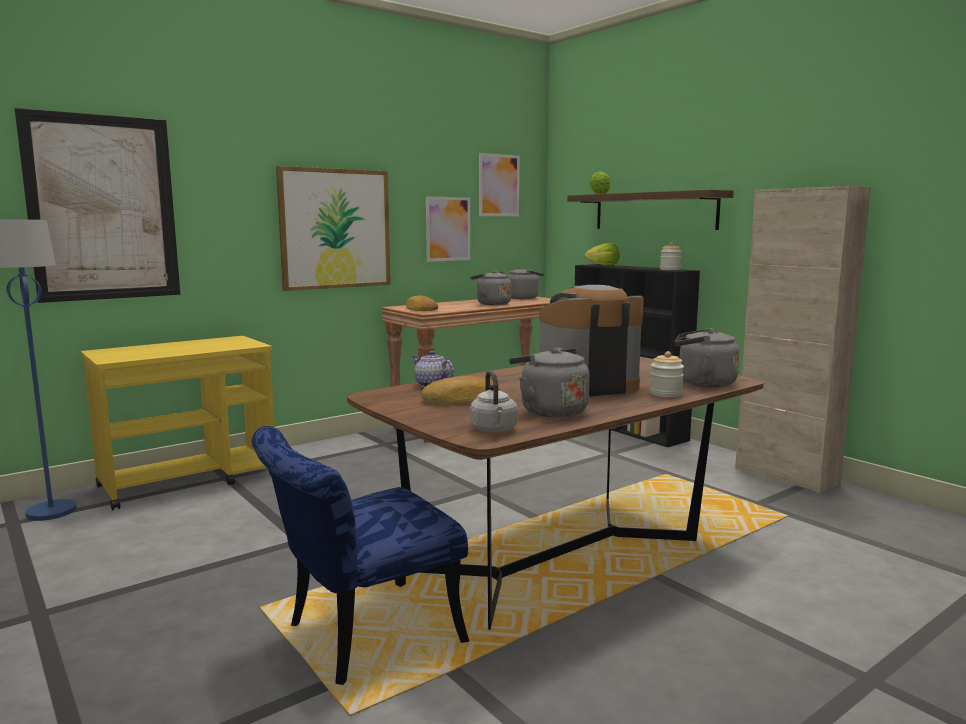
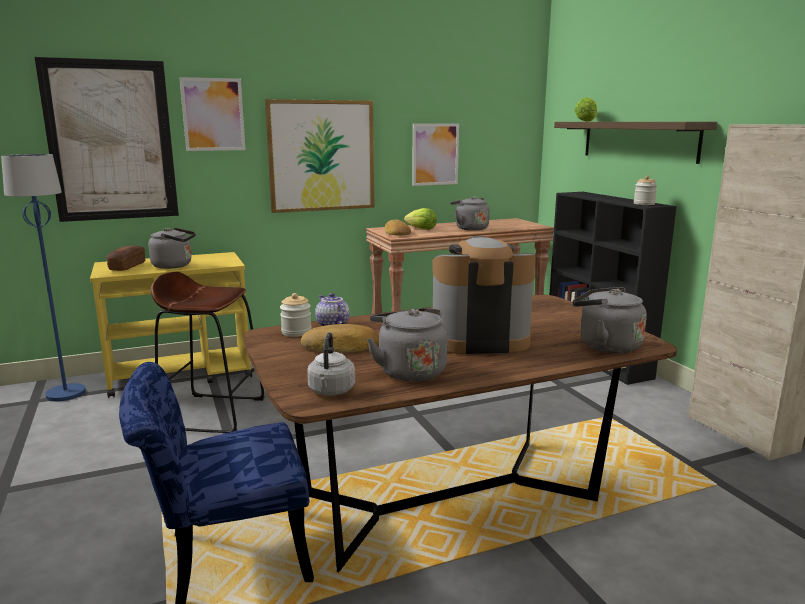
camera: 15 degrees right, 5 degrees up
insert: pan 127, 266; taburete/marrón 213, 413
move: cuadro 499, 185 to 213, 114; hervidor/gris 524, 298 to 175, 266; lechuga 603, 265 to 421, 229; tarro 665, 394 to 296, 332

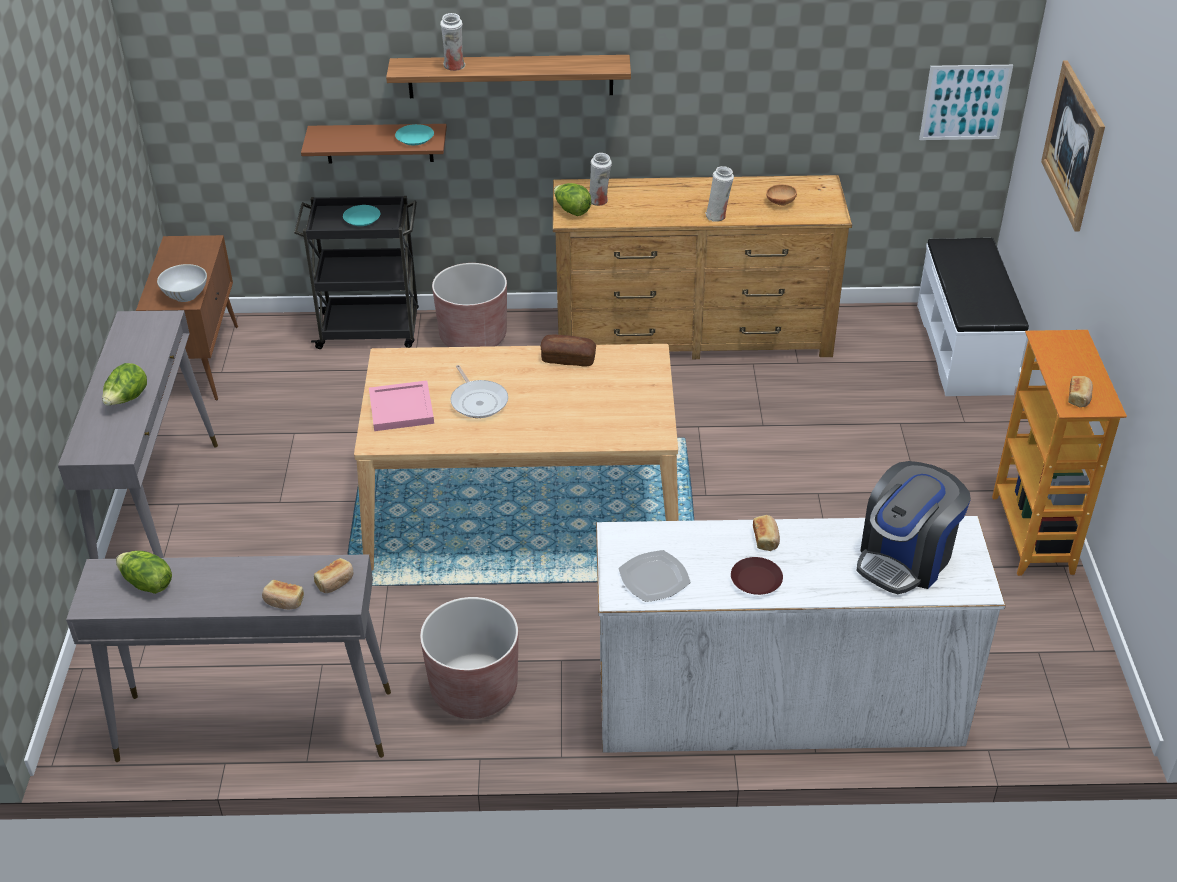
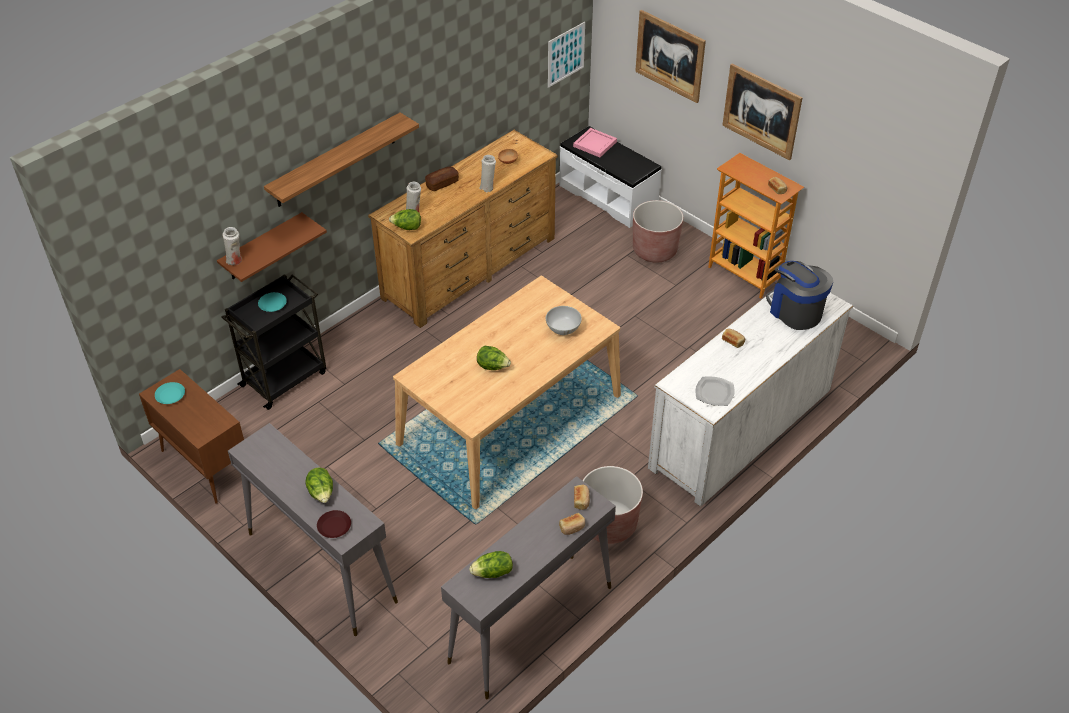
camera: 45 degrees left, 5 degrees up
insert: cuadro 761, 111
move: cuenco/blanco 186, 295 to 563, 329; bandeja/rosa 400, 409 to 595, 144; plato/turquesa 415, 138 to 170, 395; maceta/marrón 473, 337 to 654, 250; florero/blanco 454, 67 to 235, 261; pan 568, 359 to 442, 183; plato/marrón 755, 580 to 334, 526
replace: sartén 478, 401 to lechuga 493, 367
rotate: cafetera 905, 558 = 795, 311 150 degrees clockwise

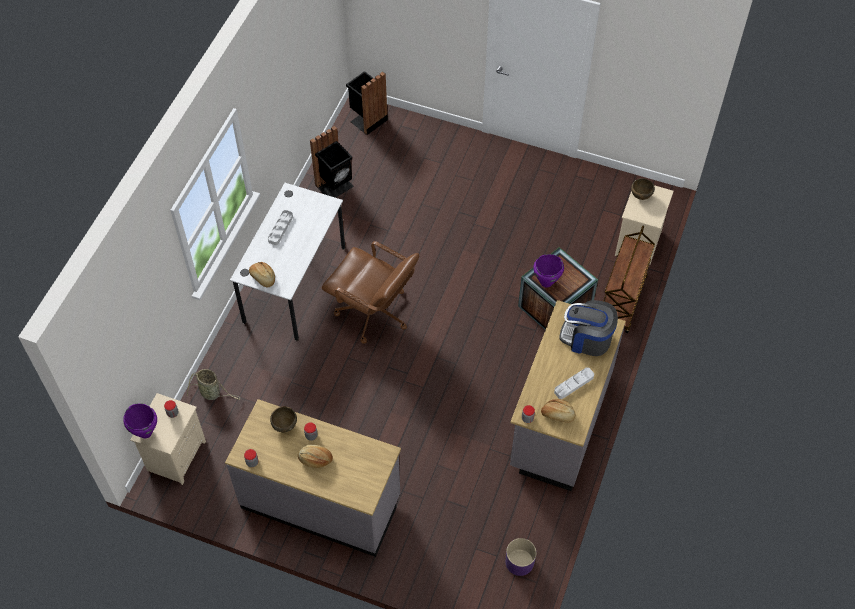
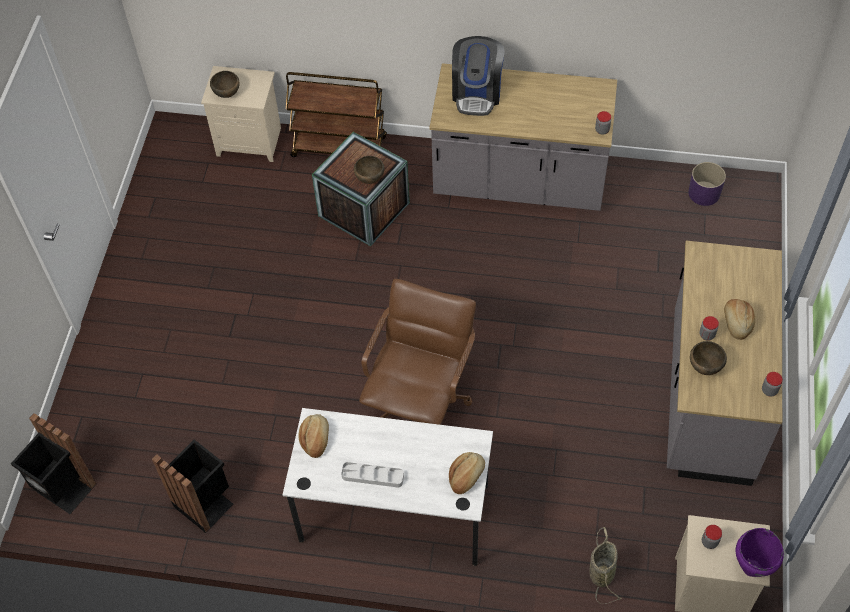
camera: 100 degrees left, 0 degrees up
delete: bandeja/gris 573, 384
move: pan 557, 415 to 315, 439
replace: olla/morado 546, 282 to cuenco/marrón 369, 179

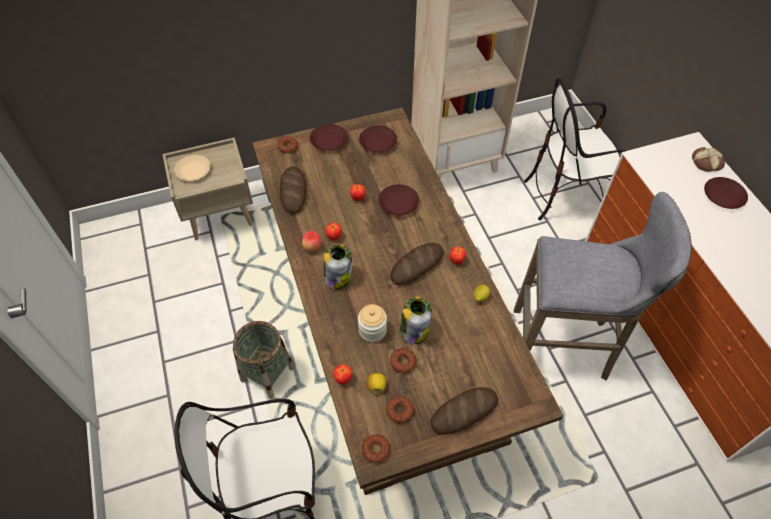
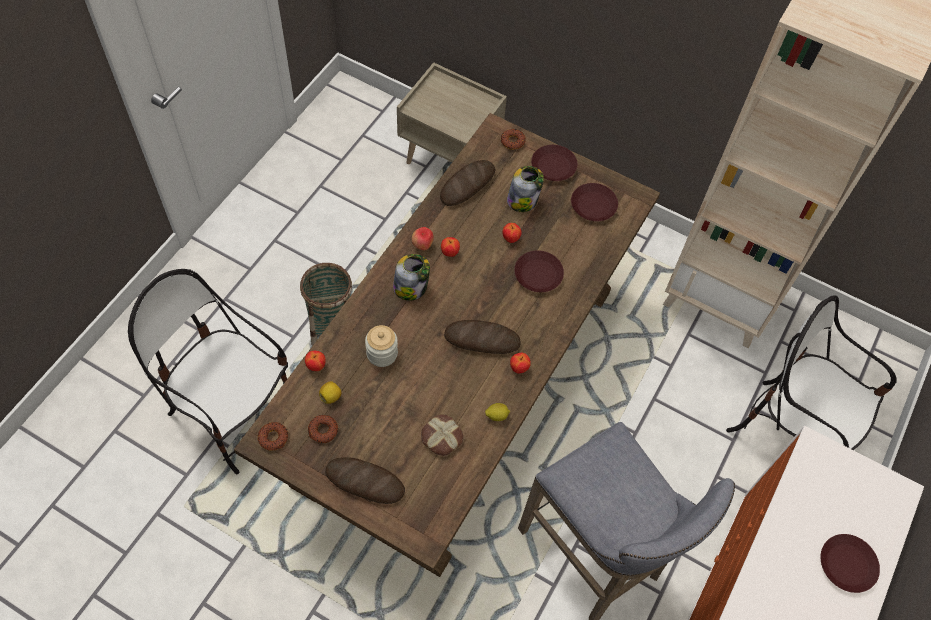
camera: 45 degrees right, 5 degrees up
delete: plato/beis 193, 170; rosquilla 403, 362
move: tarro 414, 330 to 522, 200; pan 706, 163 to 441, 437

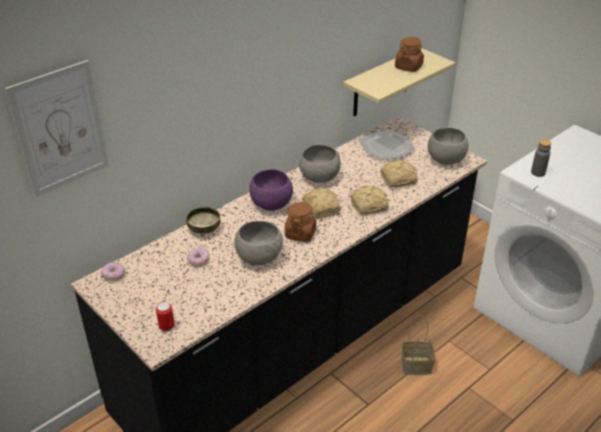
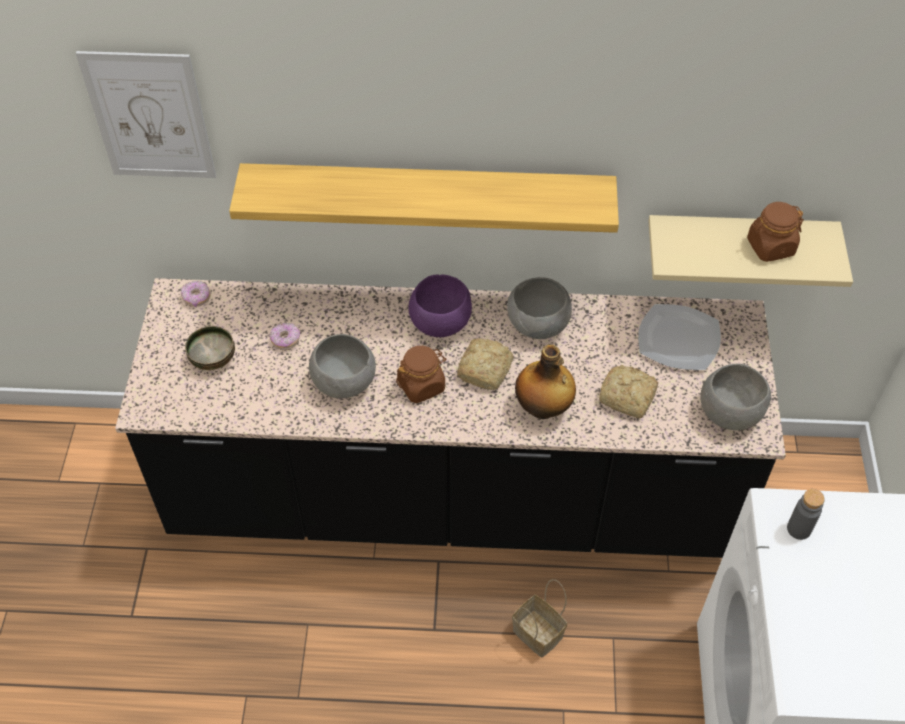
camera: 45 degrees right, 15 degrees up
delete: lata 166, 327
insert: estante 427, 196
move: cuenco 204, 229 to 213, 358
replace: pan 370, 206 to botella 543, 408

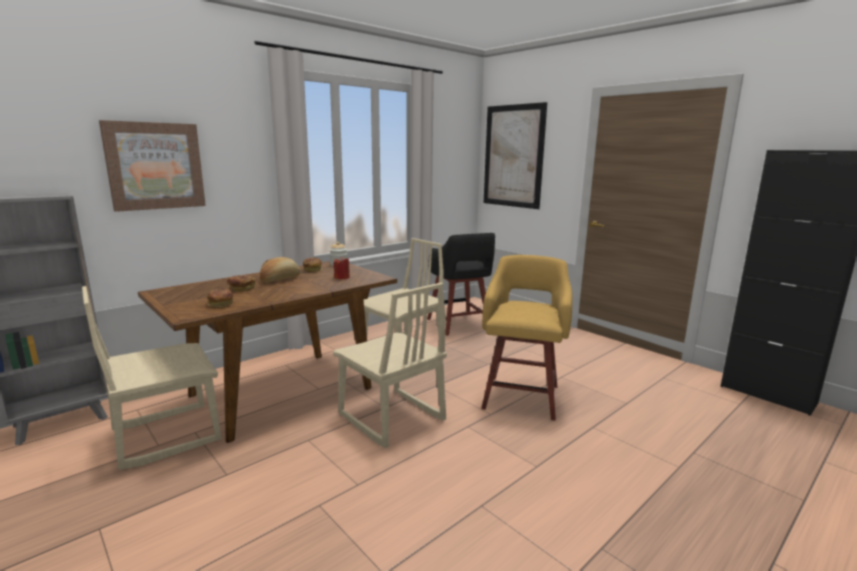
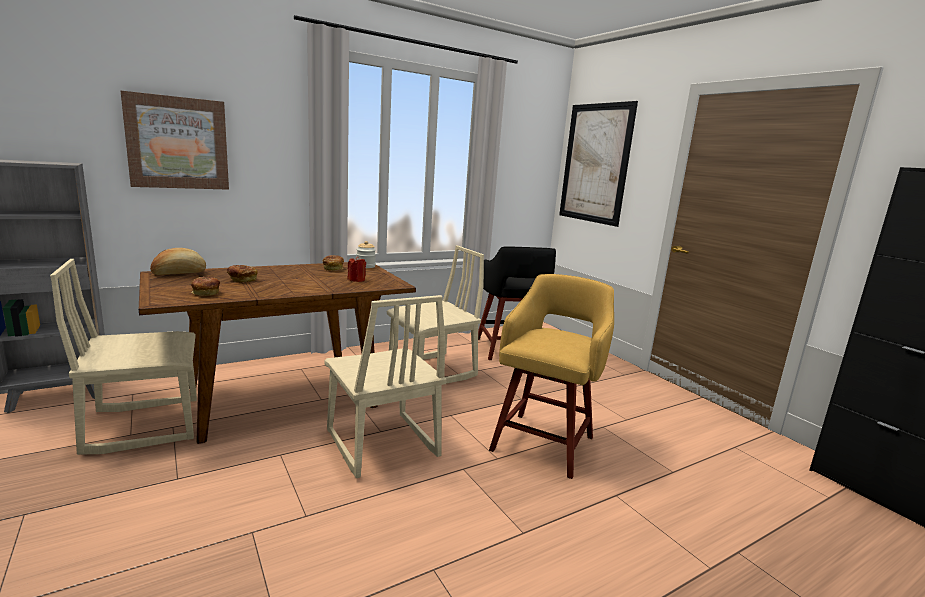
camera: 10 degrees right, 0 degrees up
move: pan 280, 279 to 179, 273

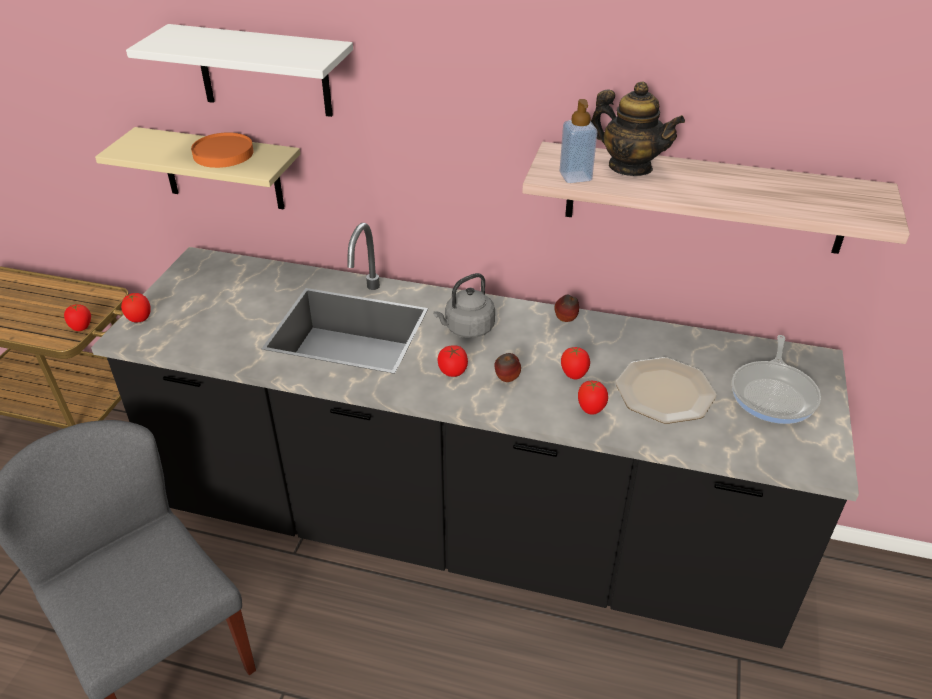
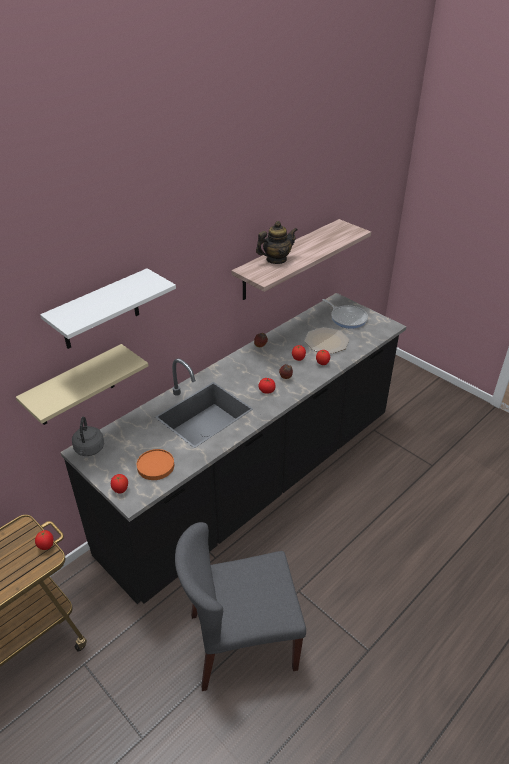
camera: 60 degrees left, 0 degrees up
delete: dispensador de jabón 575, 176
move: plato/naranja 223, 154 to 155, 466; hervidor/gris 467, 329 to 89, 450

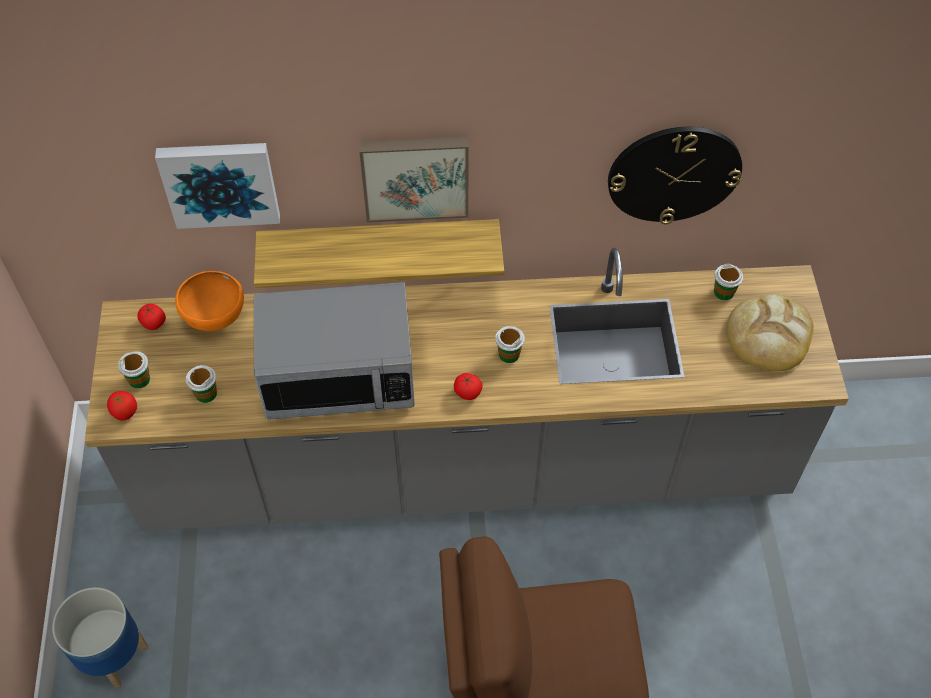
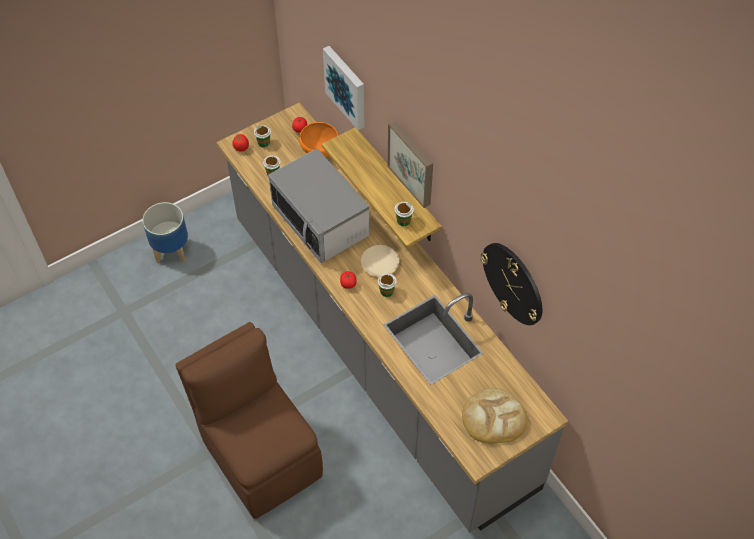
camera: 60 degrees right, 0 degrees up
insert: plato/beis 380, 264
move: taza 724, 292 to 403, 220

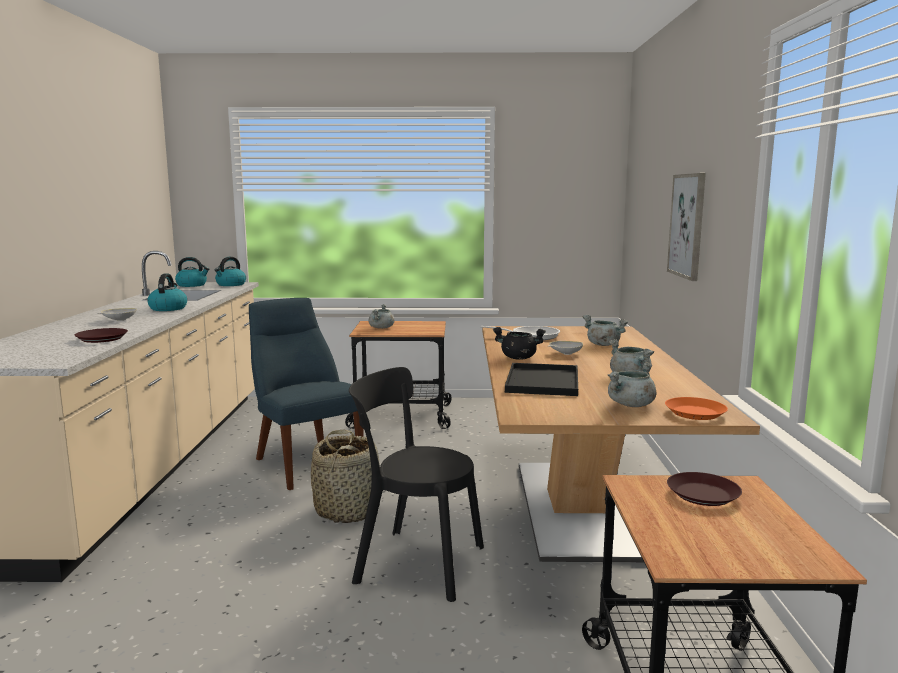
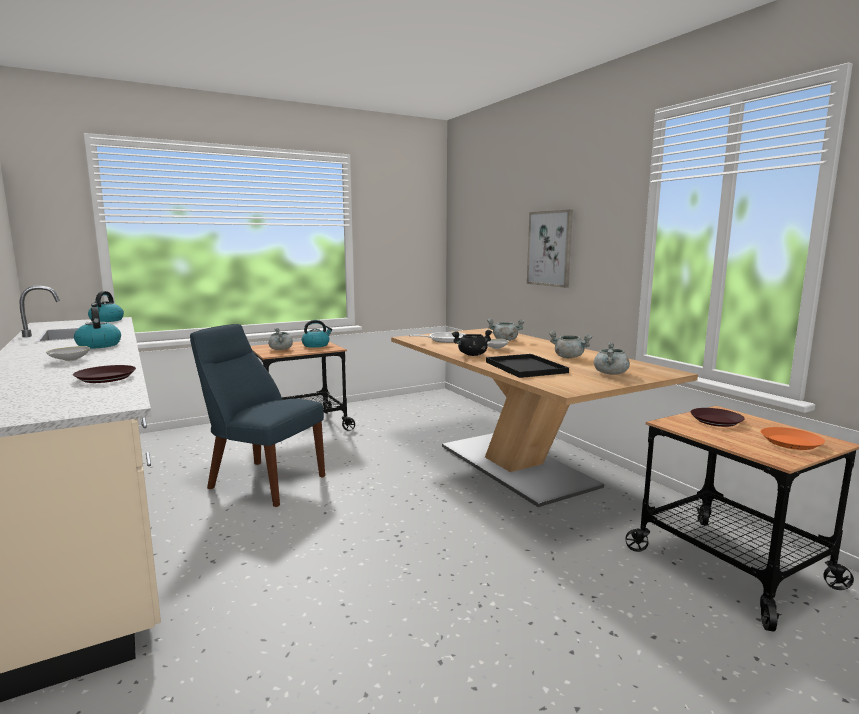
camera: 30 degrees left, 0 degrees up
delete: cesta 347, 510; silla/negro 414, 562
move: hervidor 192, 285 to 316, 345; plato/naranja 695, 413 to 790, 442

